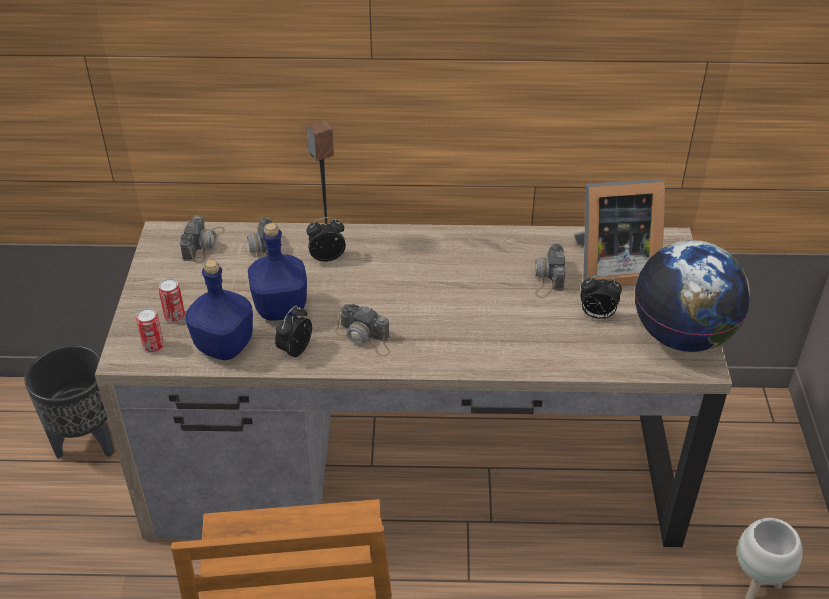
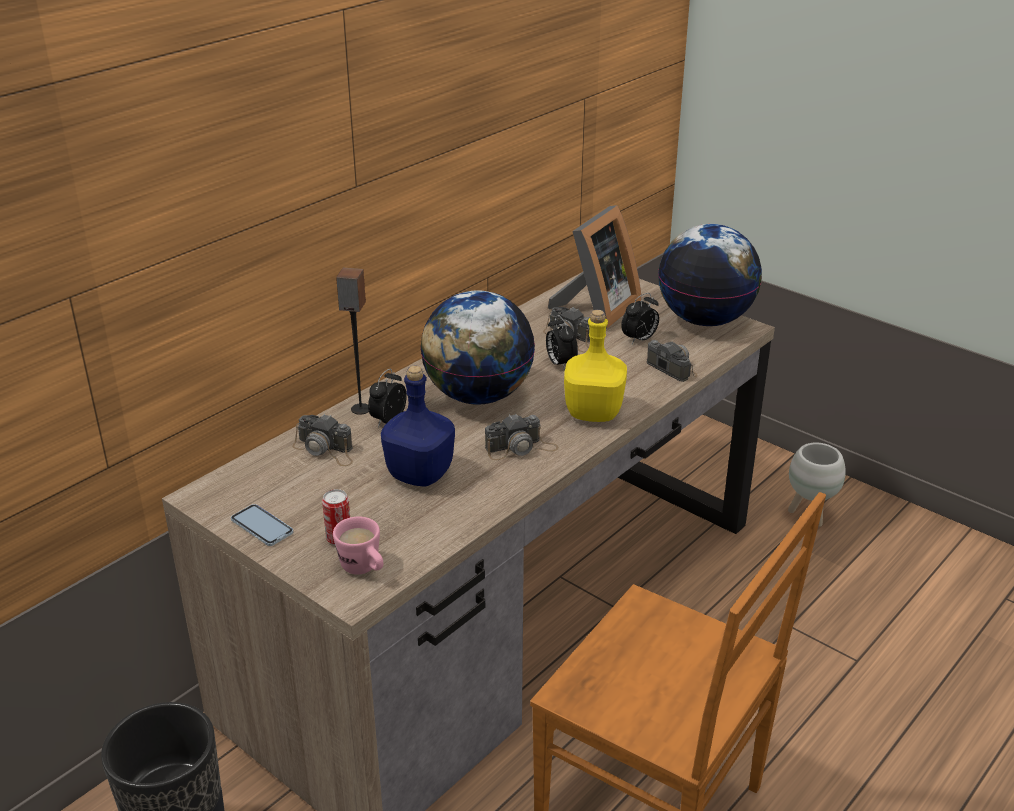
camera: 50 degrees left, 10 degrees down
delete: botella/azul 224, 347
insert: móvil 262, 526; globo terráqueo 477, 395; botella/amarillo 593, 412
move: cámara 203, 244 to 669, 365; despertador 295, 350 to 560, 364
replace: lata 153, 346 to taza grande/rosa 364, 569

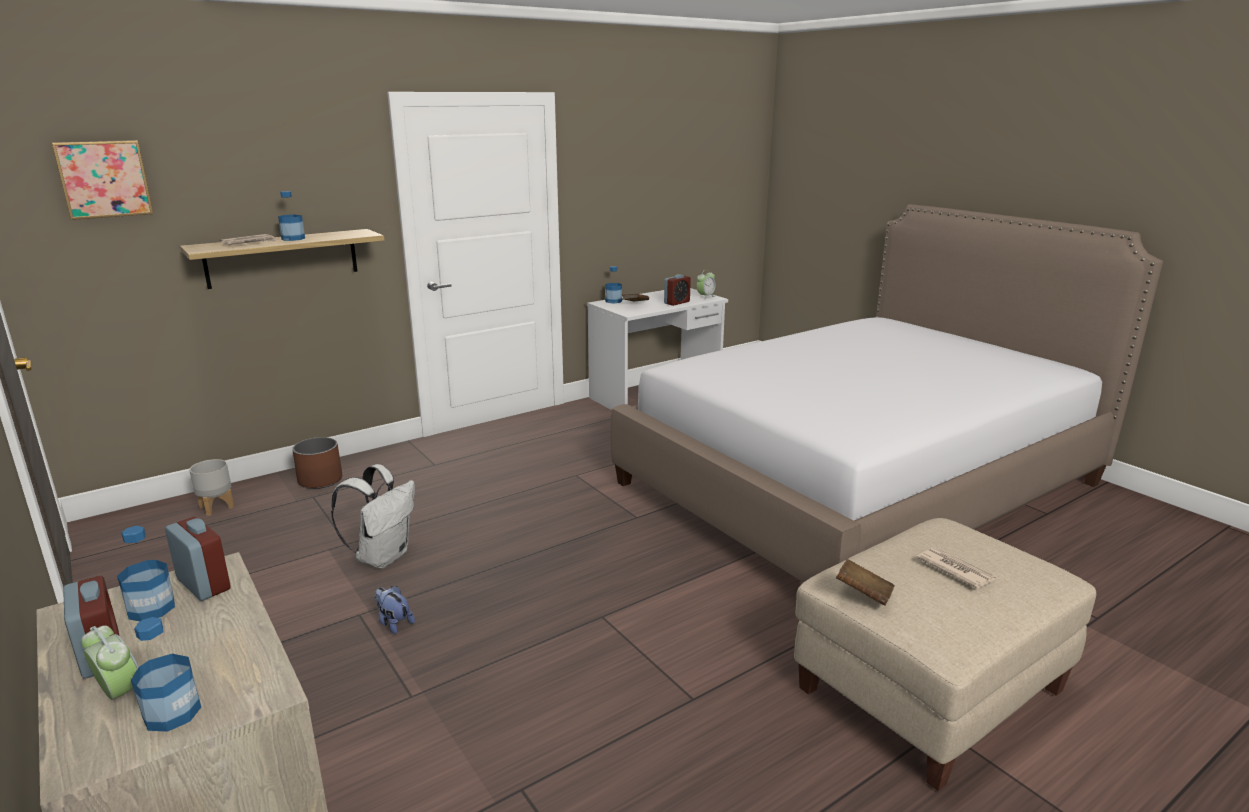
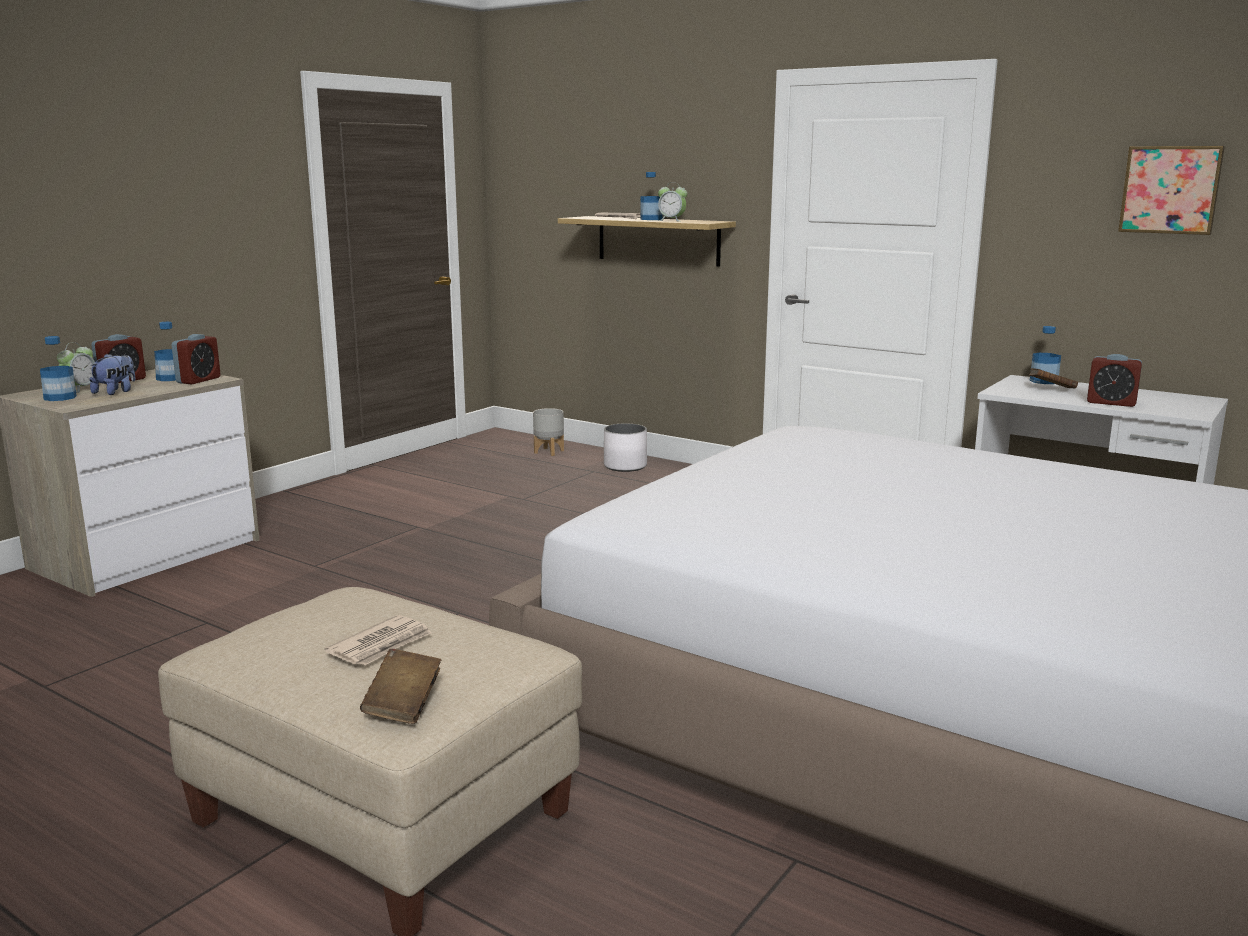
camera: 70 degrees right, 5 degrees down
delete: mochila/blanco 383, 556
move: cuadro 104, 179 to 1170, 189; peluche 394, 623 to 115, 392; despertador 705, 297 to 672, 220; libro/marrón 863, 594 to 403, 705
recolor: maceta/marrón 320, 480 to maceta/blanco 625, 466

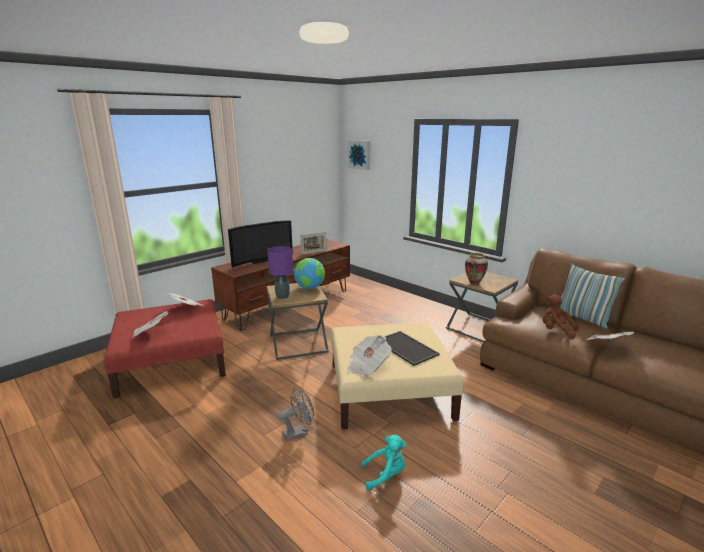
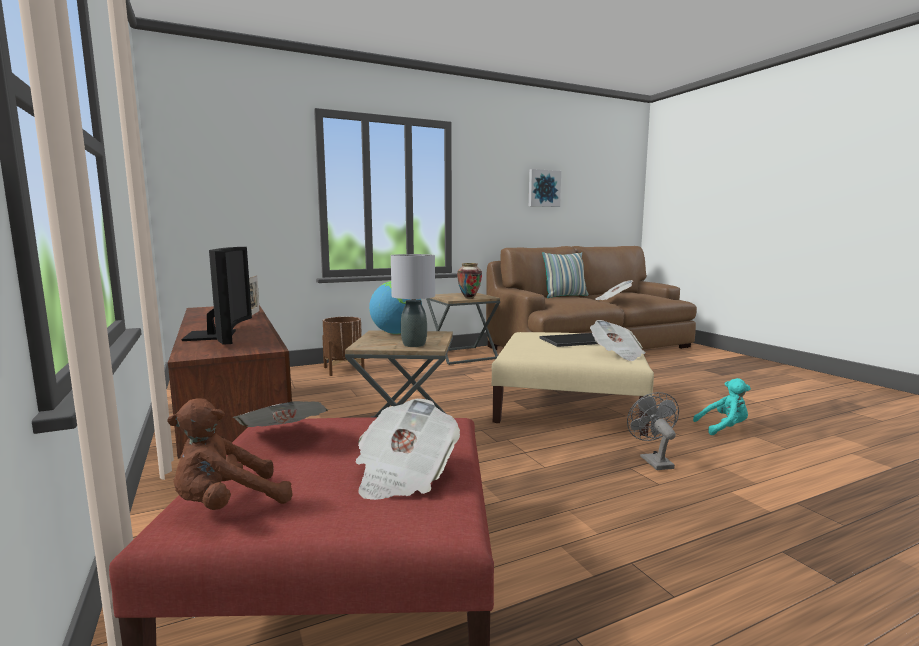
camera: 70 degrees left, 10 degrees down
insert: maceta/marrón 344, 369
move: cuadro 360, 154 to 543, 188; peluche/marrón 556, 331 to 228, 505
recolor: lámpara de mesa/morado 282, 296 to lámpara de mesa/gris 413, 345
rotate: peluche/turquesa 385, 475 = 724, 428 75 degrees clockwise

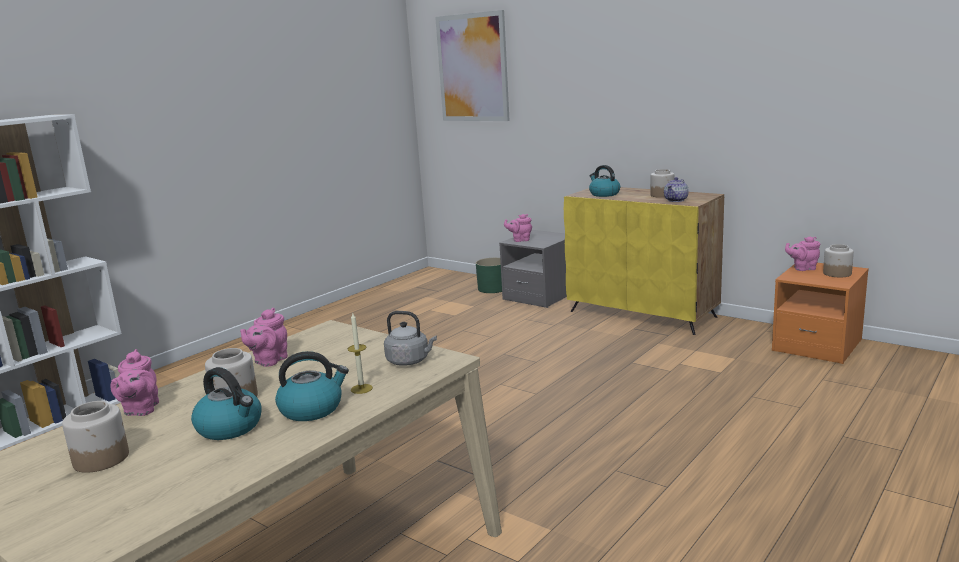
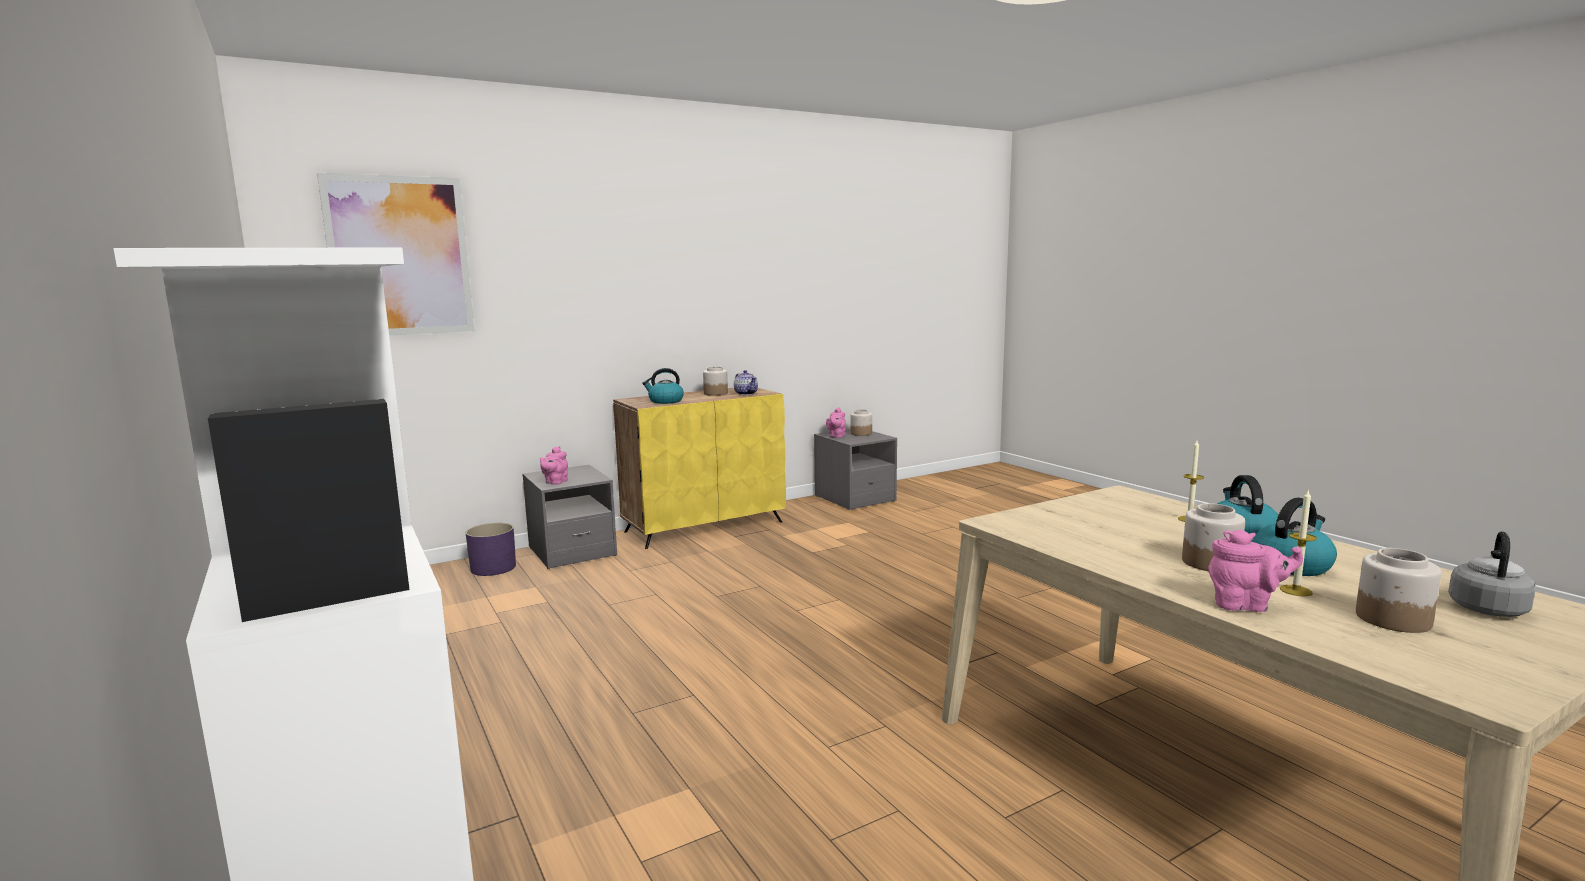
camera: 70 degrees left, 5 degrees down
delete: tetera/rosa 269, 361
insert: vela 1296, 590
move: hervidor/gris 410, 361 to 1487, 608
recolor: maceta/verde 493, 288 to maceta/morado 493, 568; mesita de noche/naranja 817, 346 to mesita de noche/gris 854, 499

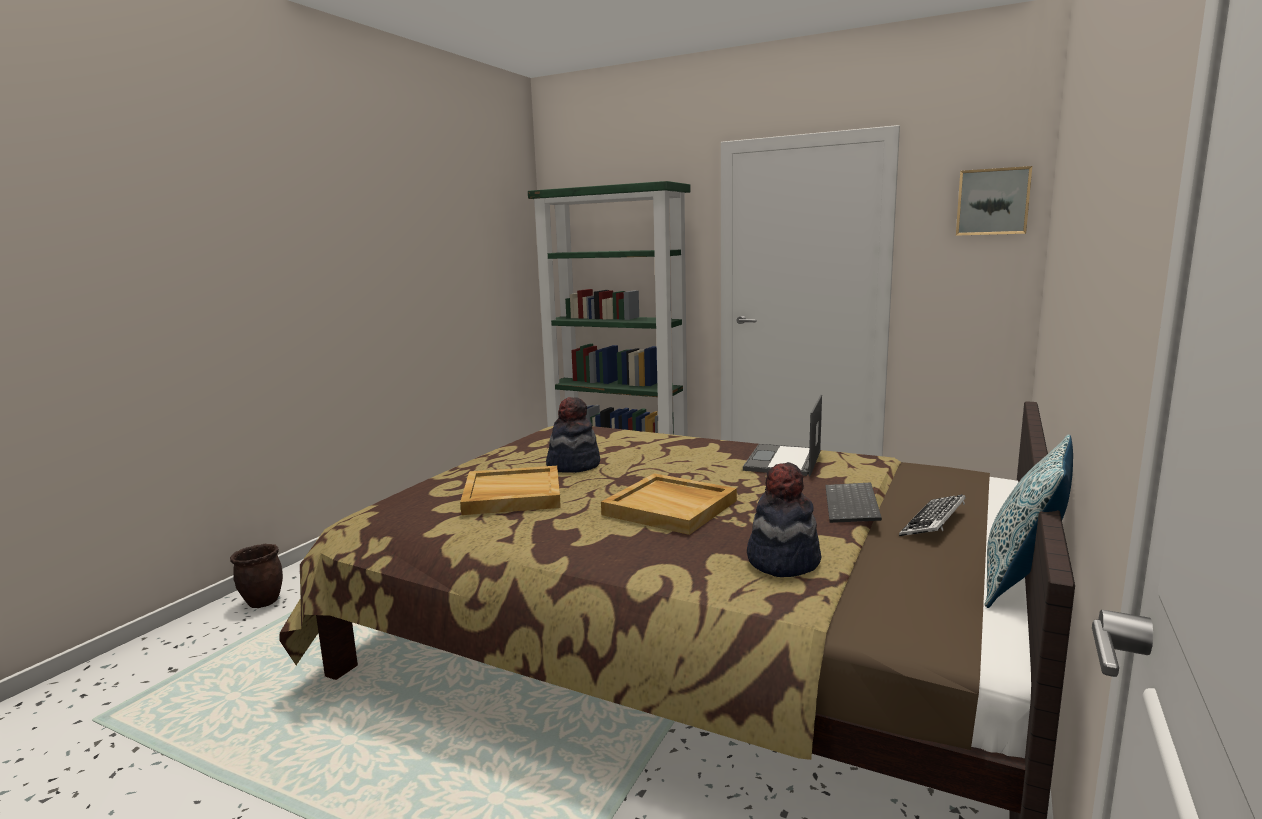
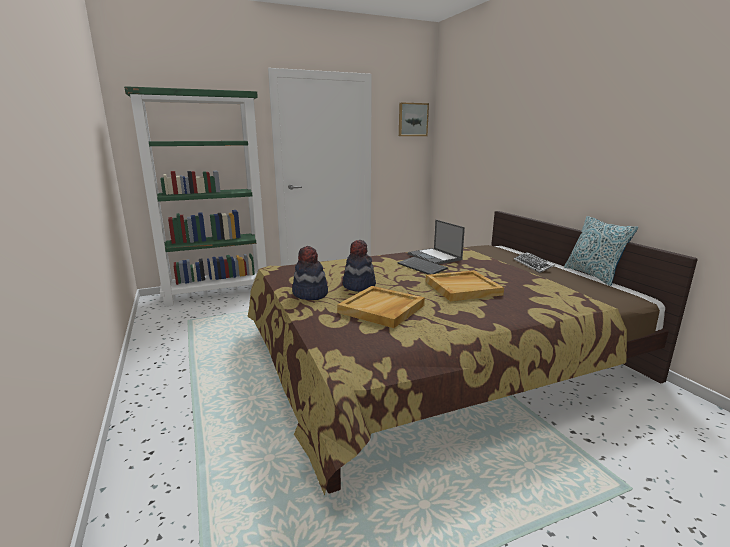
camera: 50 degrees left, 5 degrees up
delete: maceta/marrón 263, 602
move: sombrero 782, 561 to 310, 294; teclado 853, 505 to 423, 267

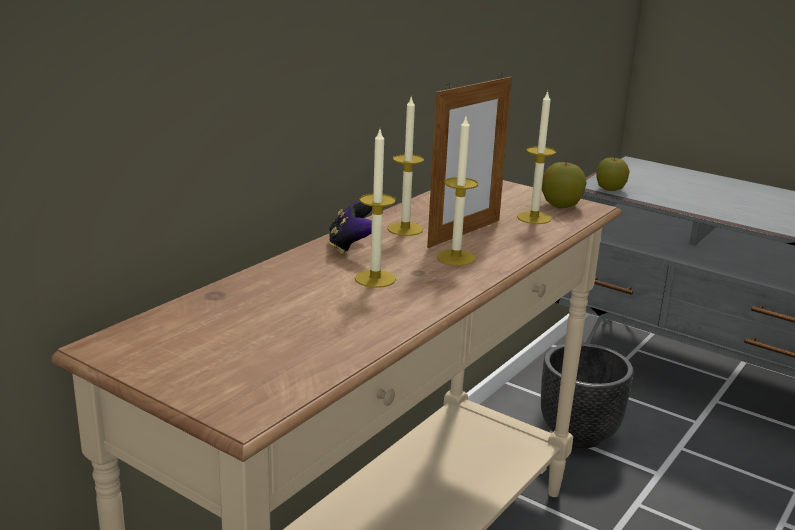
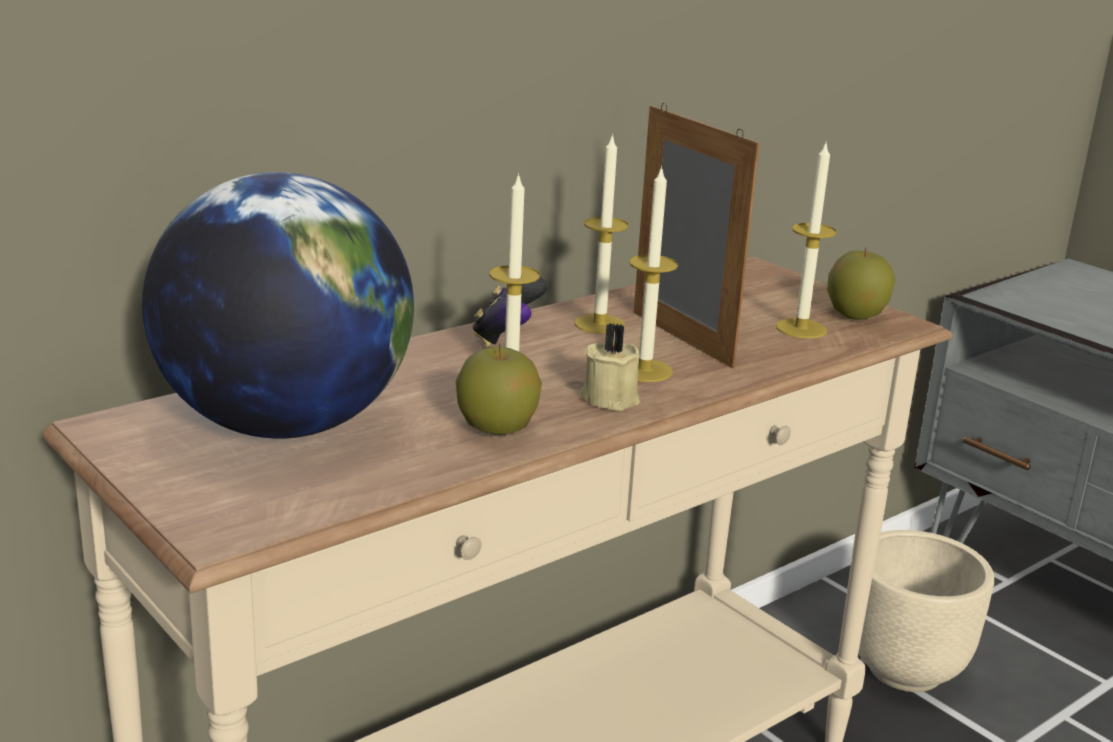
camera: 15 degrees right, 0 degrees up
insert: globo terráqueo 285, 425; vela/beis 611, 397
move: manzana 610, 189 to 497, 428
recolor: maceta/negro 577, 436 to maceta/beis 903, 672
rotate: portarretratos 464, 233 = 681, 339 90 degrees counterclockwise

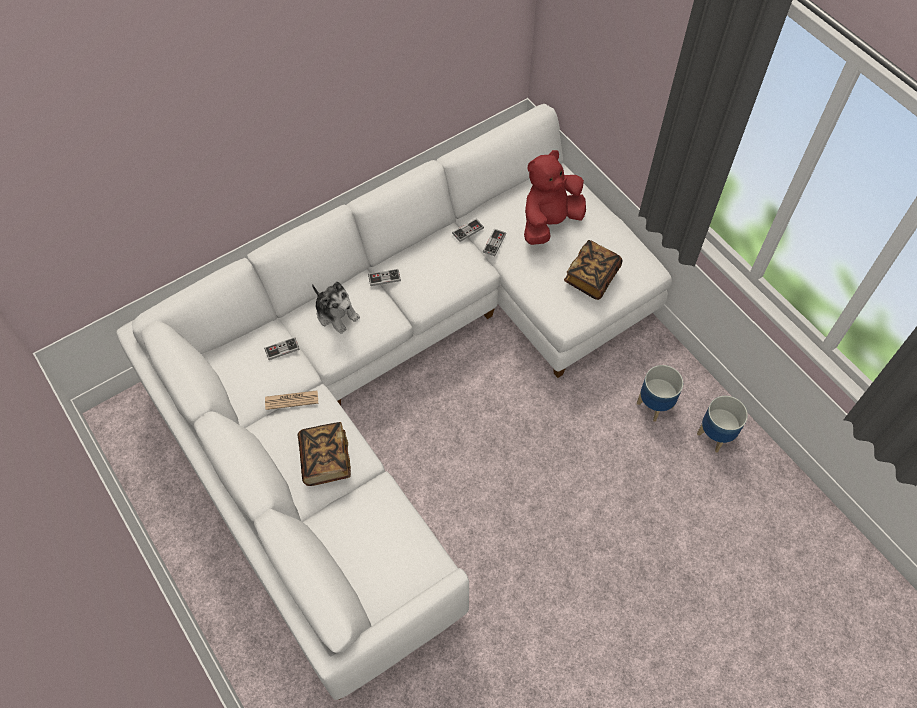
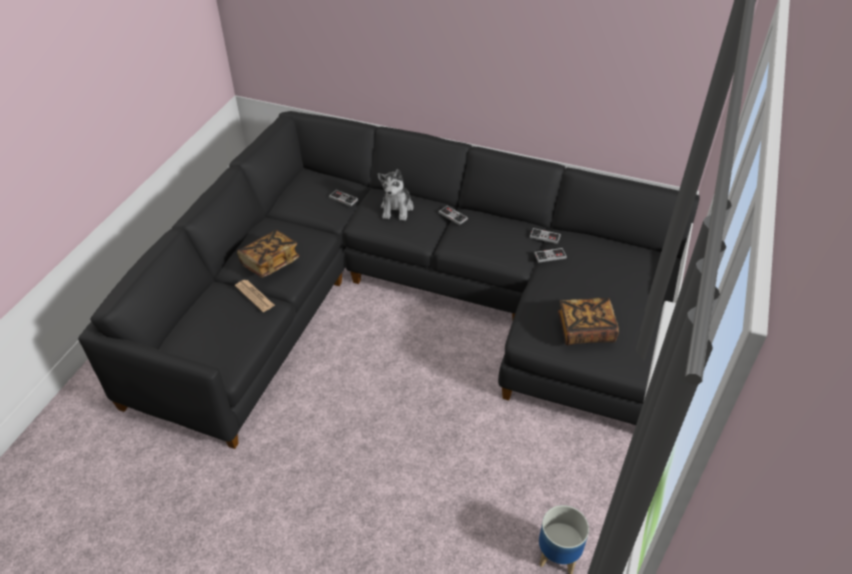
camera: 55 degrees right, 15 degrees down
delete: peluche/rojo 549, 222; maceta 655, 405
move: periódico 291, 400 to 255, 296
recolor: sofá/blanco 406, 374 to sofá/negro 417, 304

